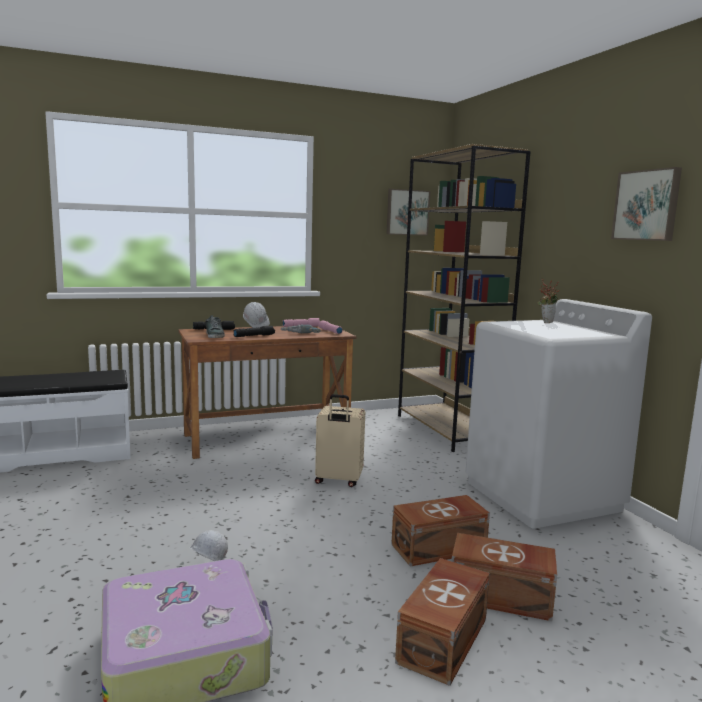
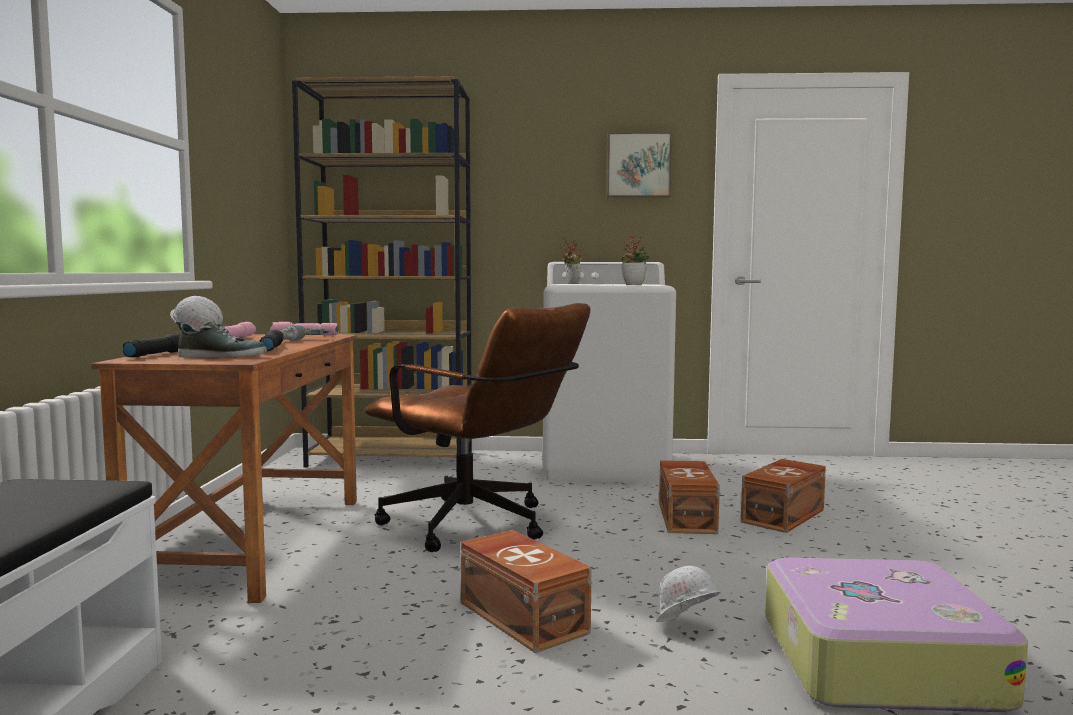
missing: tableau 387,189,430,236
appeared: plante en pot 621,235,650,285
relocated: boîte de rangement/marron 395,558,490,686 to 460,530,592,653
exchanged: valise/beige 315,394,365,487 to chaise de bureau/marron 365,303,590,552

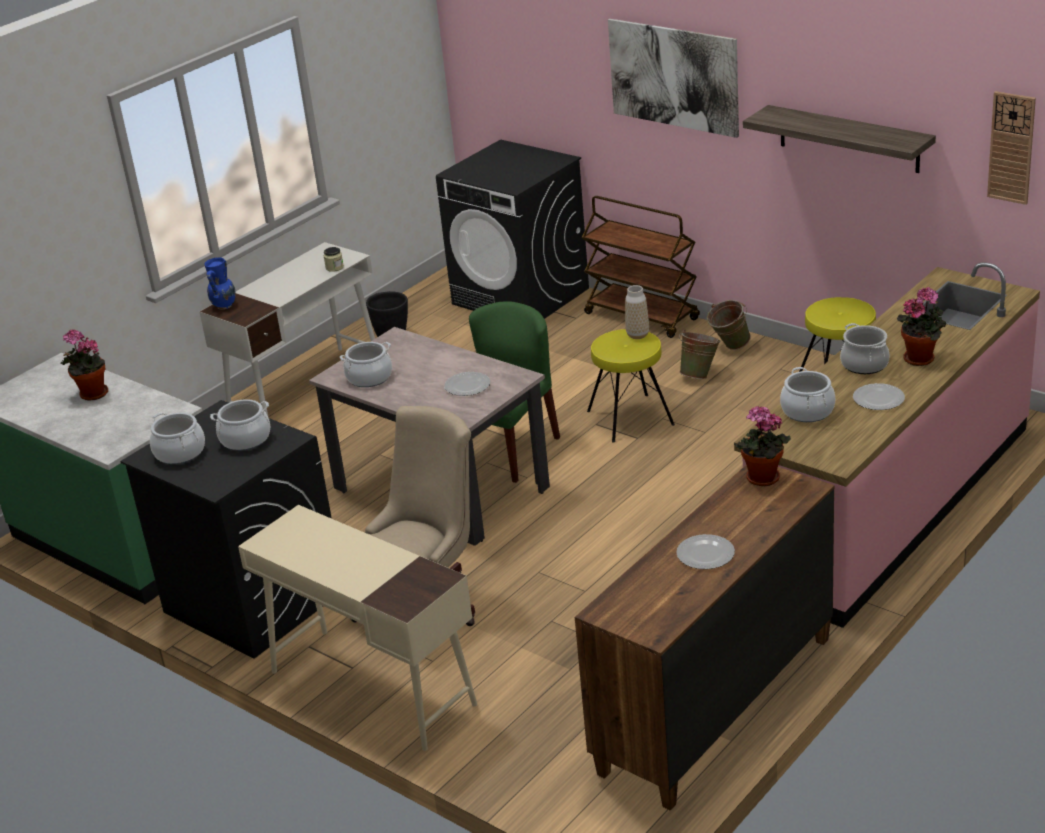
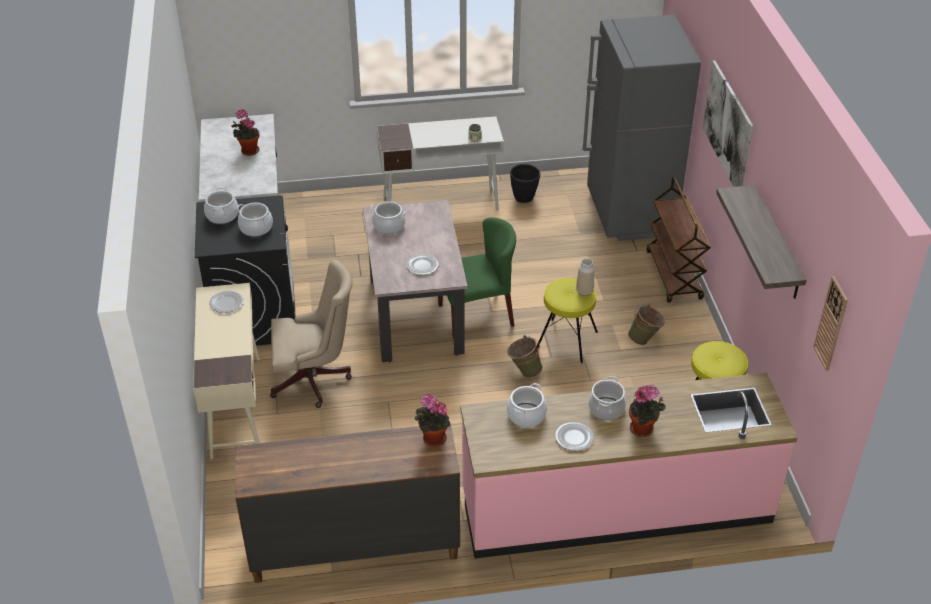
missing: vase/bleu 204,257,236,309
relocated: seau/vert 707,300,751,350 to 507,335,543,378; assiette 676,534,735,569 to 209,291,243,313
exchanged: lave-linge/noir 436,139,589,319 to réfrigérateur/gris 582,15,701,241

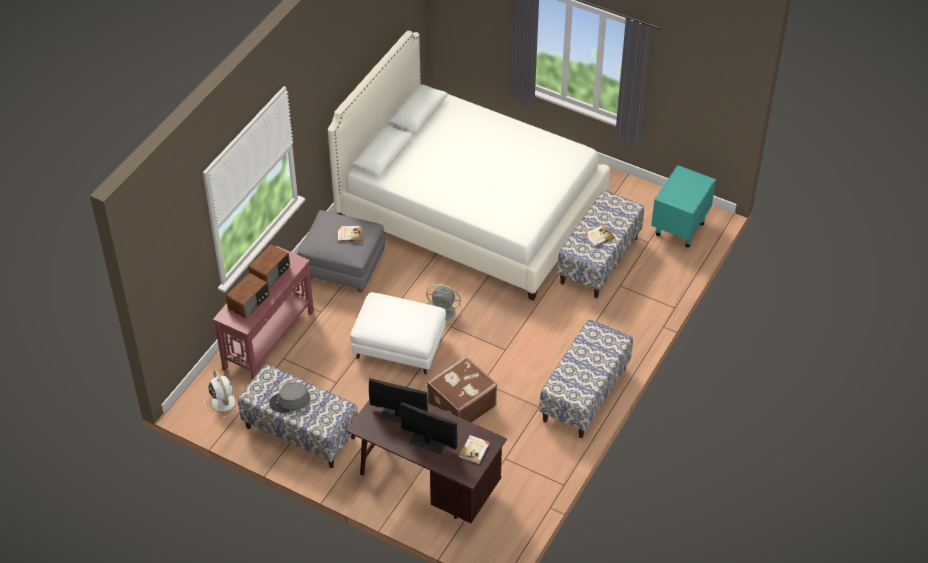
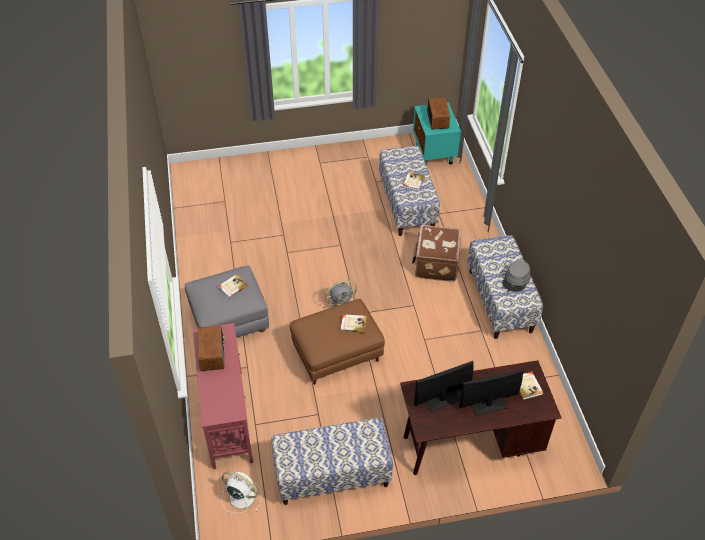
missing: lit/blanc 328,31,610,301
appeared: livre 341,314,366,333
relocated: radio 226,273,269,318 to 427,98,450,129; valise/marron 427,356,498,423 to 412,225,462,282; chapeau/gris 269,382,310,413 to 502,260,530,292
colour: pouf/blanc 350,292,446,374 to pouf/marron 290,299,385,385

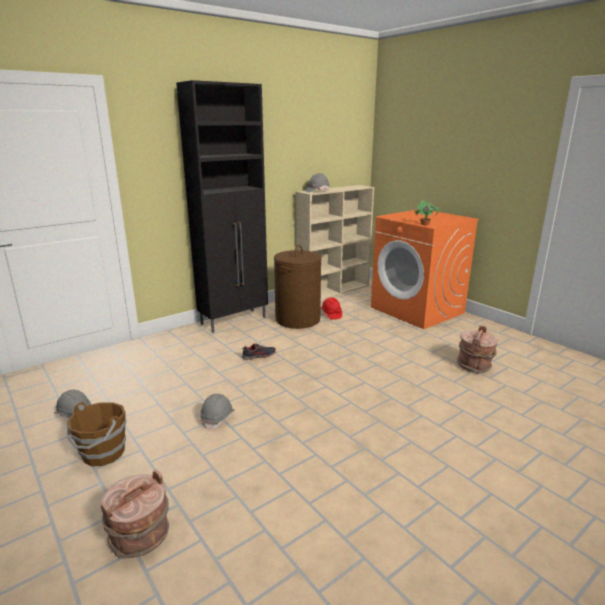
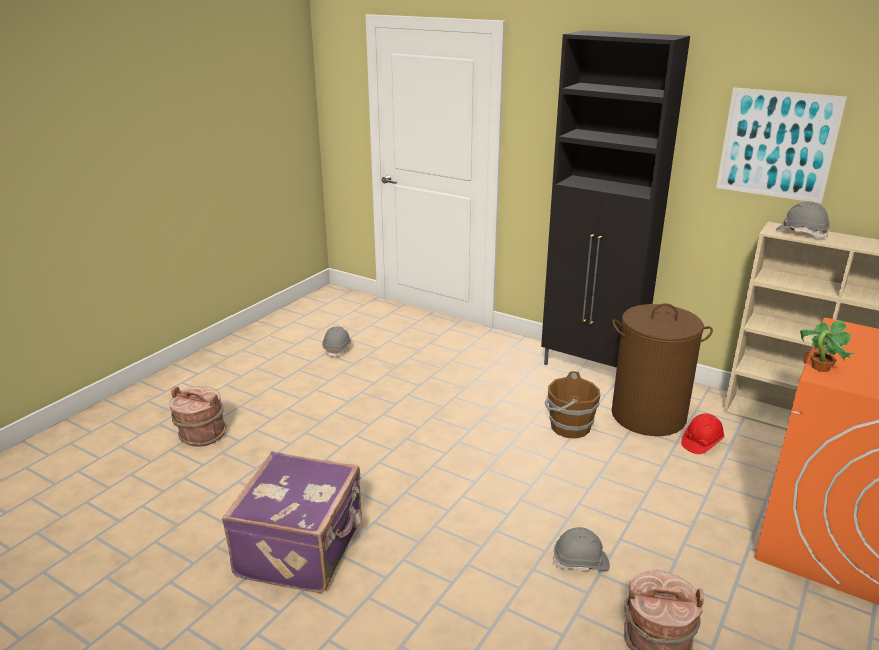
missing: chaussure 242,343,276,360
appeared: tableau 716,87,847,203; valise/violet 222,452,363,593
relocated: casque de chantier/gris 200,394,235,430 to 553,527,610,571; seau/marron 67,402,126,466 to 545,371,601,439

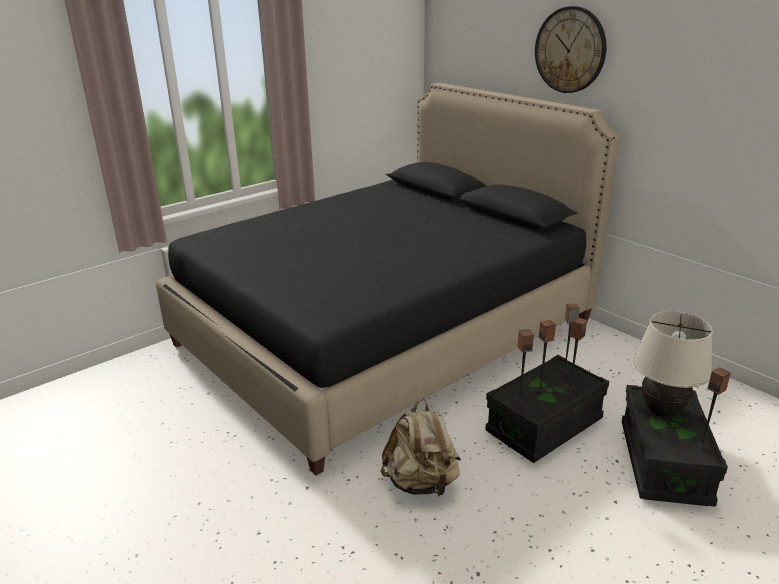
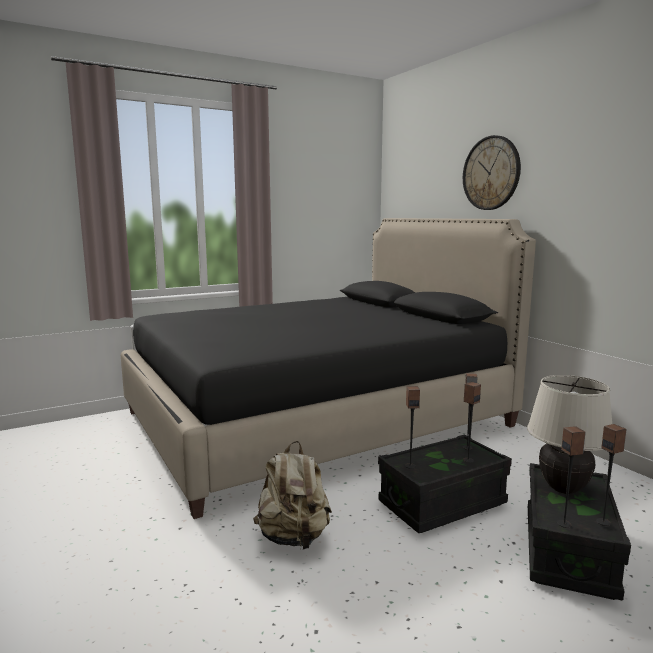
relocated: enceinte 535,320,556,393 to 557,426,586,528

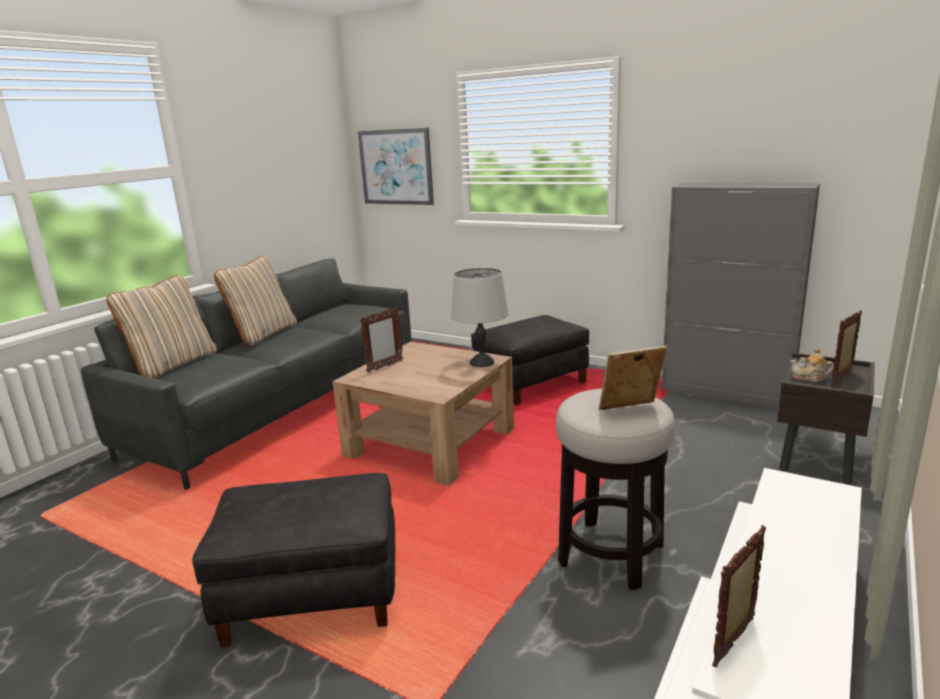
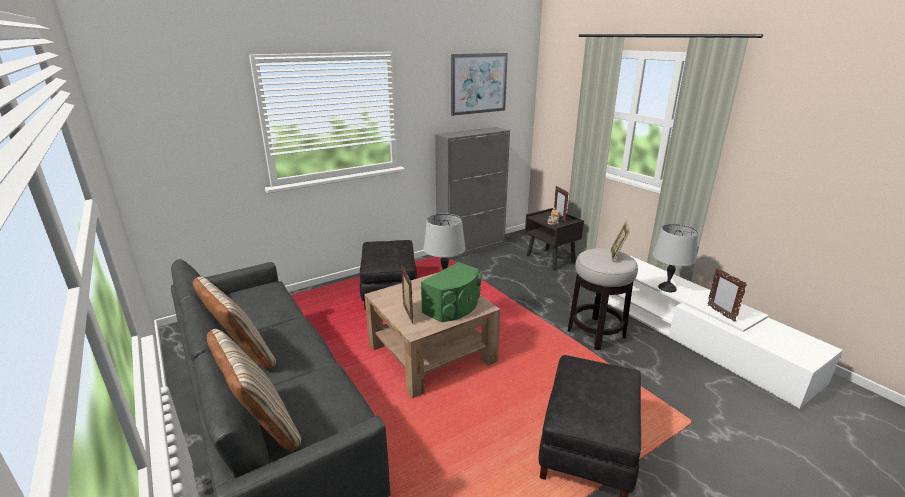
appeared: lampe de table/gris 653,224,698,292; enceinte/vert 421,262,481,322
relocated: tableau 358,128,434,205 to 451,53,508,116

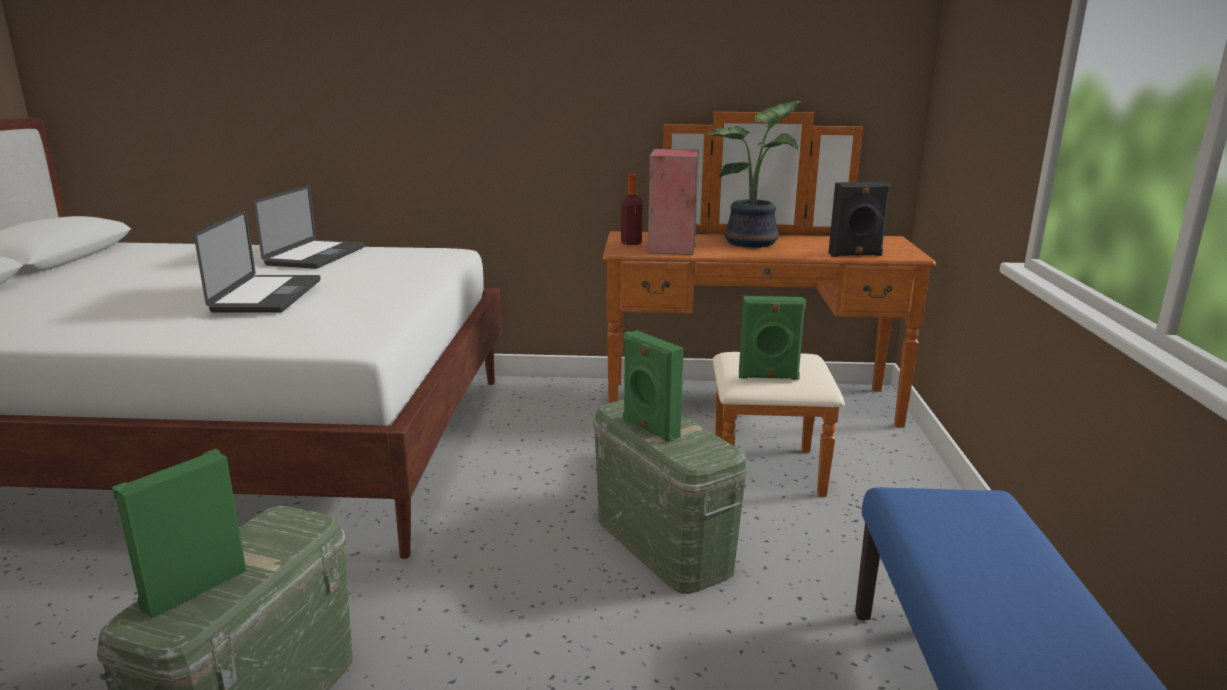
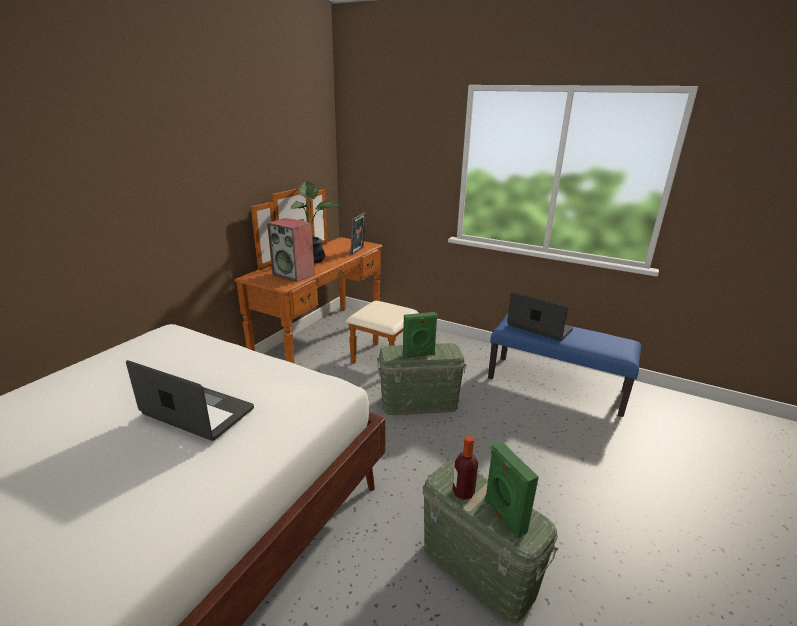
missing: enceinte/vert 739,296,806,380
relocated: bouteille 621,174,643,245 to 452,436,478,500; ordinateur portable 254,185,365,269 to 507,292,573,341
exchanged: enceinte/noir 829,182,891,257 to cadre photo 350,213,366,255

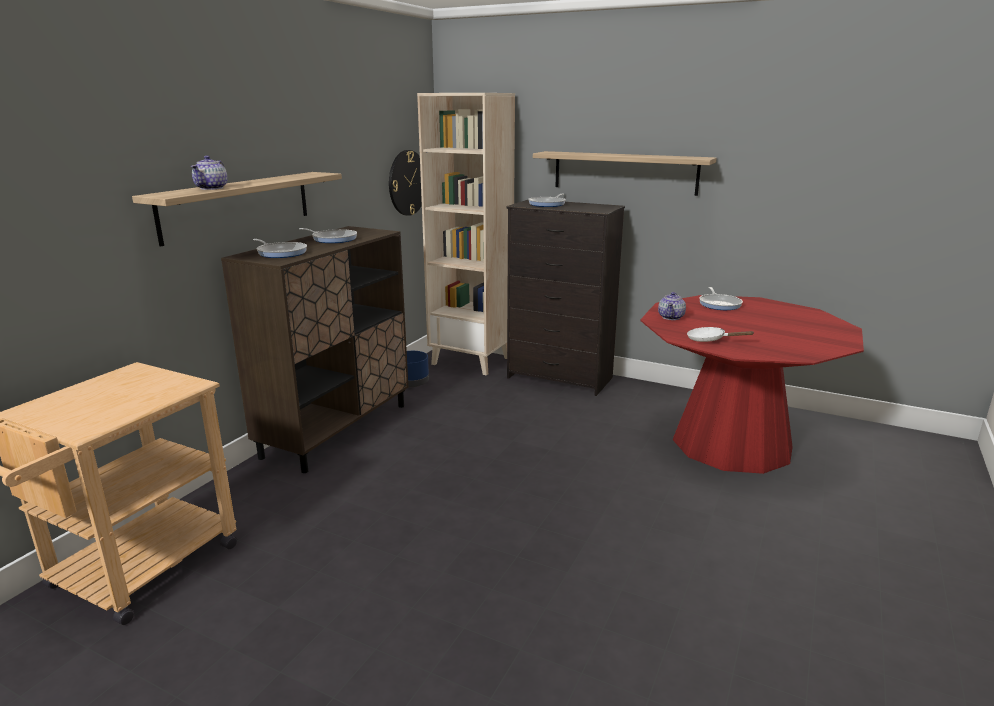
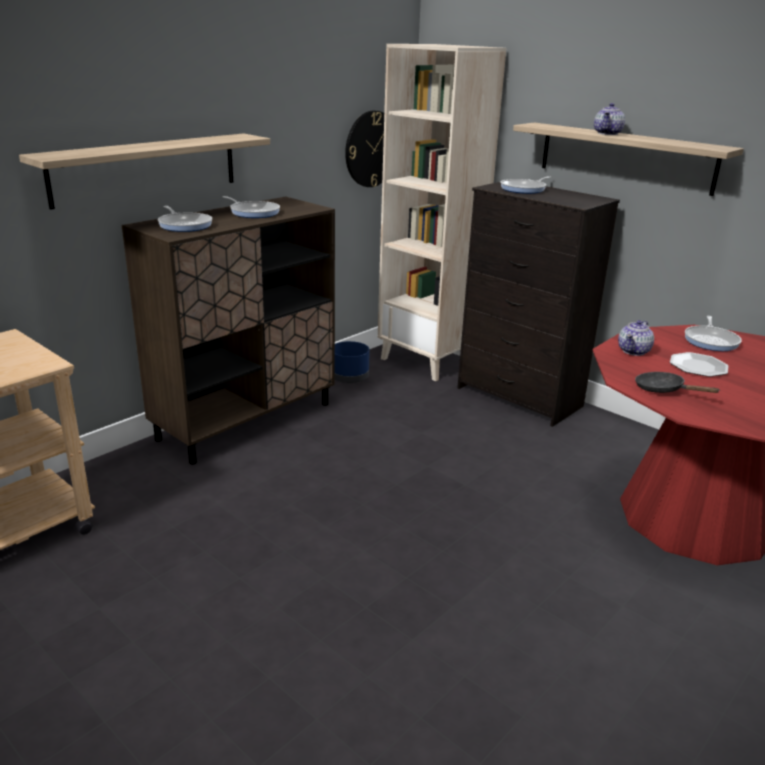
appeared: assiette 670,352,728,377
relocated: théière 191,156,227,190 to 594,103,625,135
colour: poêle/blanc 687,327,755,342 to poêle/noir 635,372,719,393

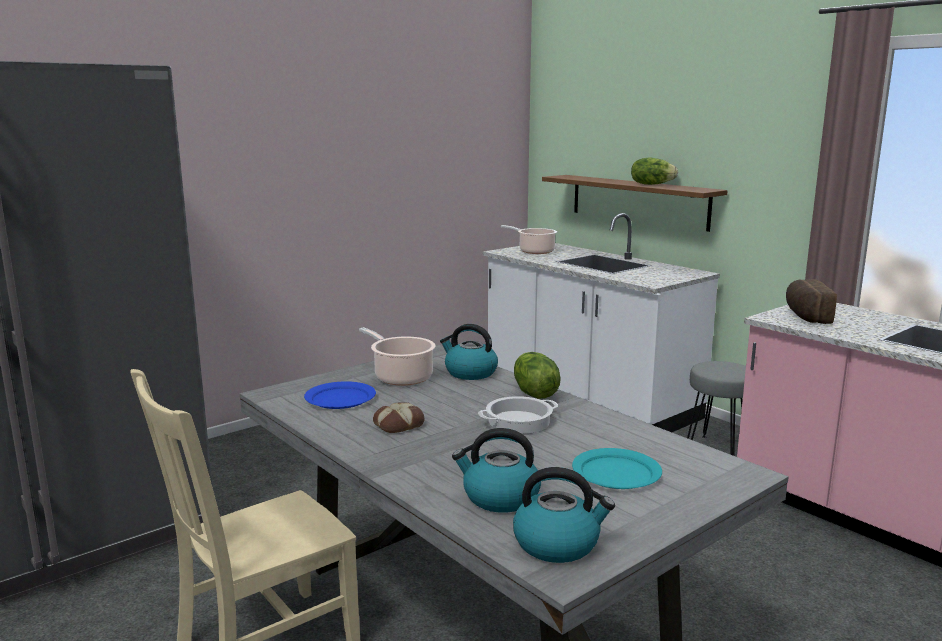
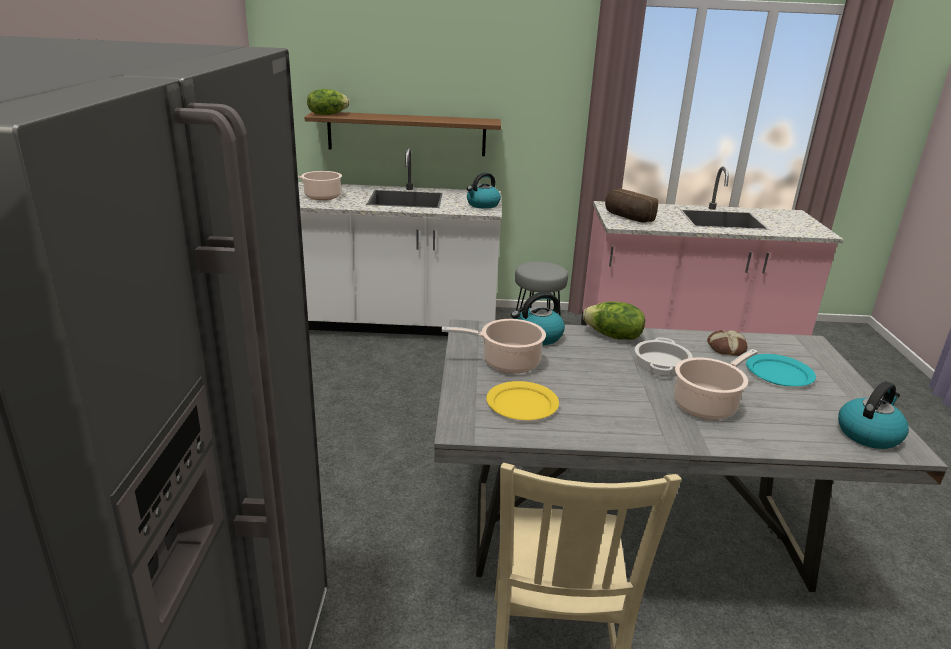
appeared: marmite 674,349,758,420
relocated: laitue 631,158,678,185 to 307,89,350,115; pain 373,402,424,433 to 707,330,747,356; bouilloire 452,428,541,513 to 467,172,501,209
colour: assiette/bleu 304,381,376,409 to assiette/jaune 486,381,559,420

